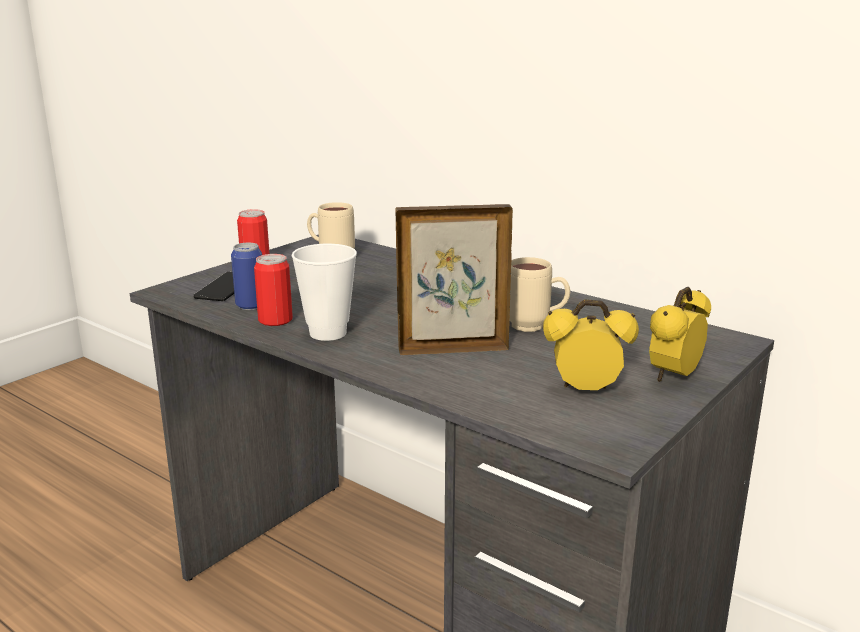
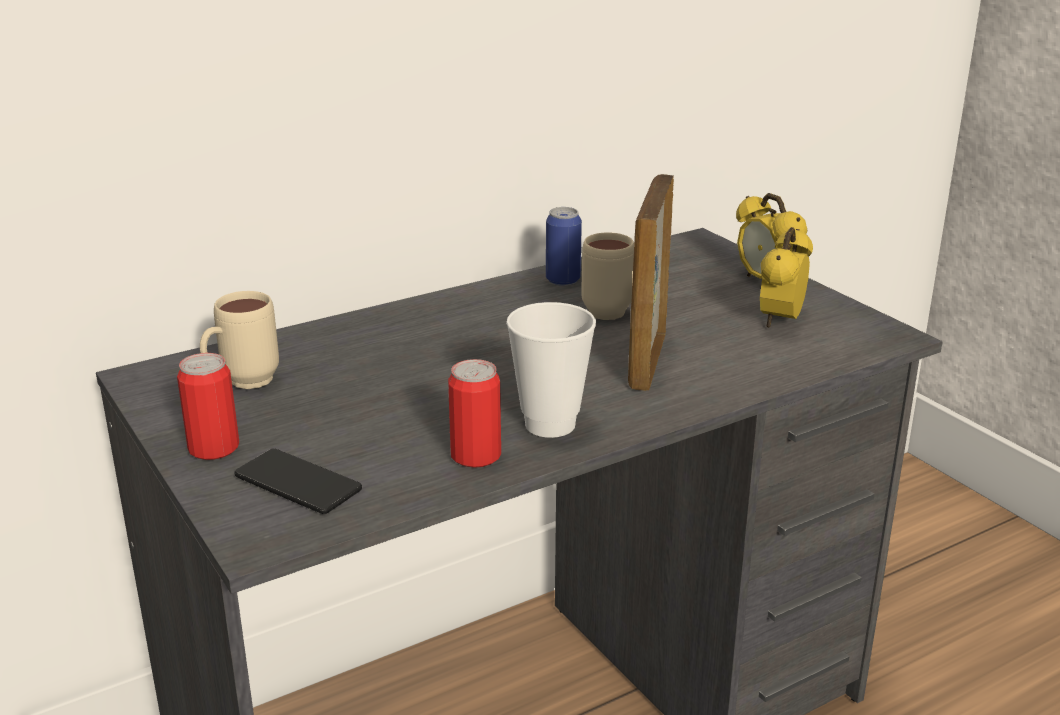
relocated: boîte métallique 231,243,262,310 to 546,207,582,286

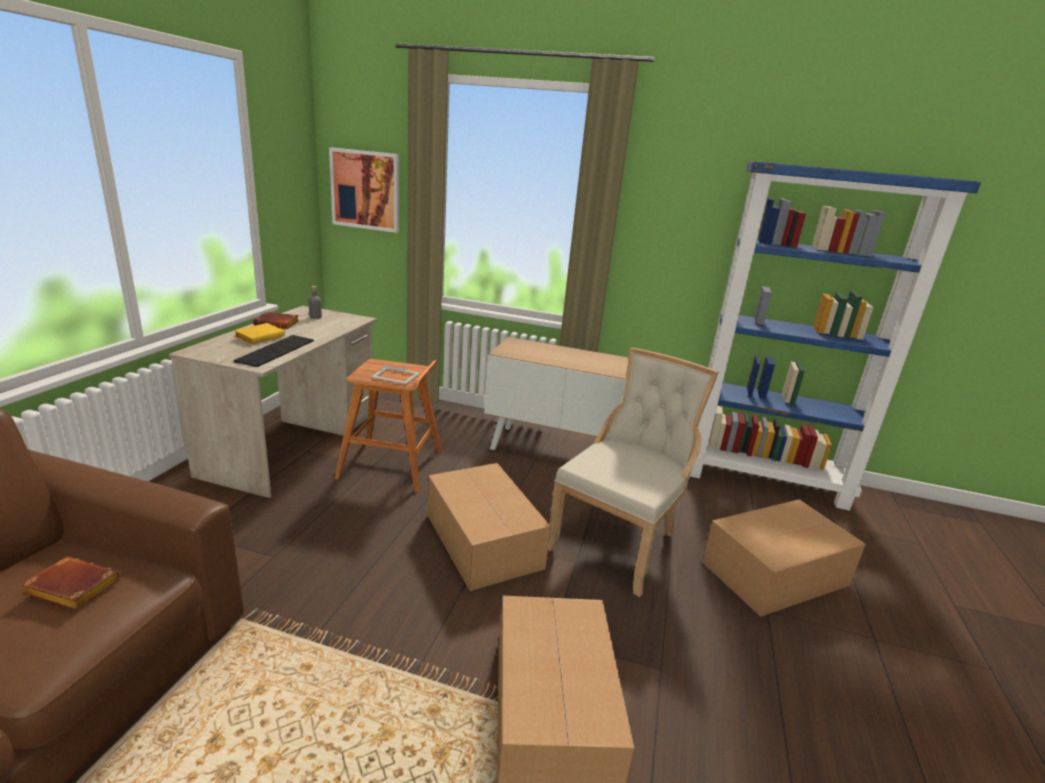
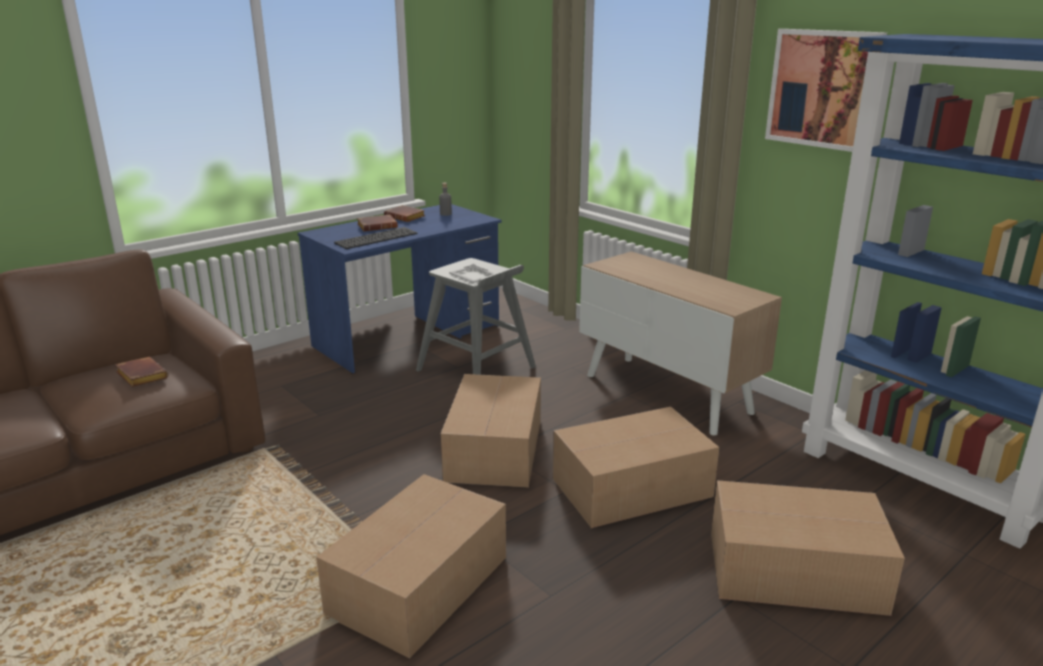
relocated: tableau 329,147,399,233 to 765,29,887,152
exchanged: chaise/beige 548,348,719,597 to carton 553,407,719,528
colour: bureau/beige 168,305,377,498 to bureau/bleu 298,204,502,374; livre/jaune 234,323,285,344 to livre/marron 357,215,398,231; tabouret/marron 334,359,442,492 to tabouret/gris 416,258,536,375

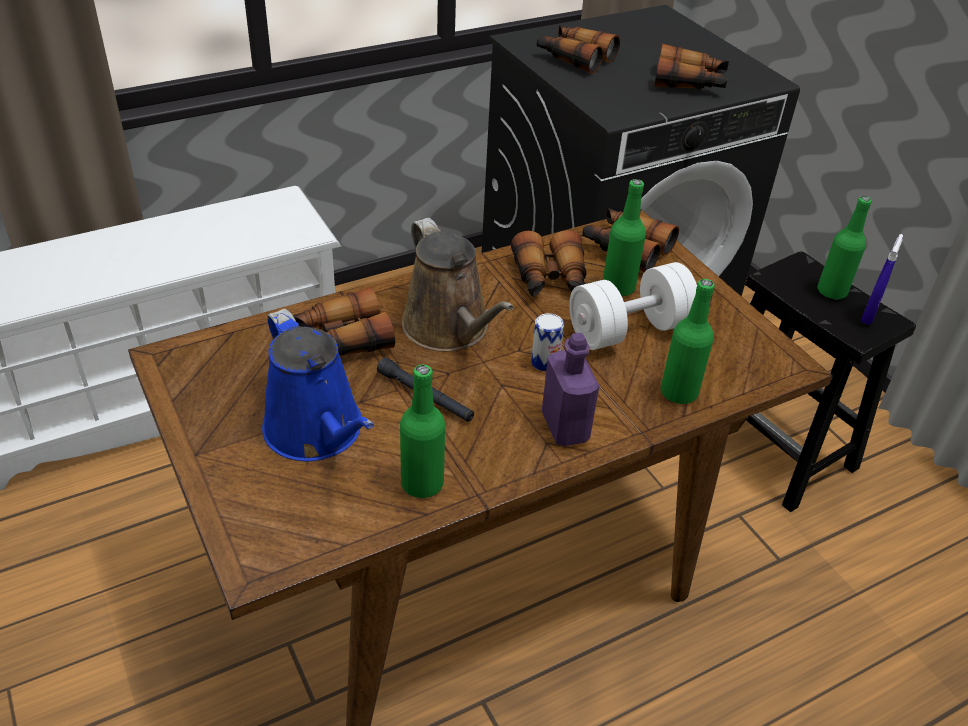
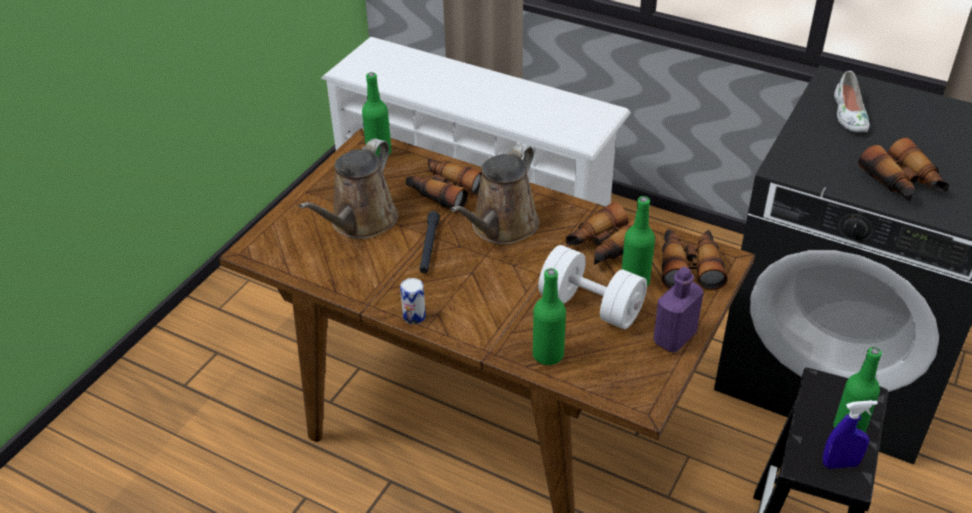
relocated: boîte métallique 531,313,564,372 to 400,278,426,324; bouteille/violet 542,332,599,446 to 653,267,704,352; bouteille/vert 400,365,445,498 to 362,72,392,157
exchanged: jumelles 537,25,620,74 to chaussure/blanc 834,71,869,132
colour: arrosoir/bleu 262,309,374,461 to arrosoir/marron 299,139,398,239

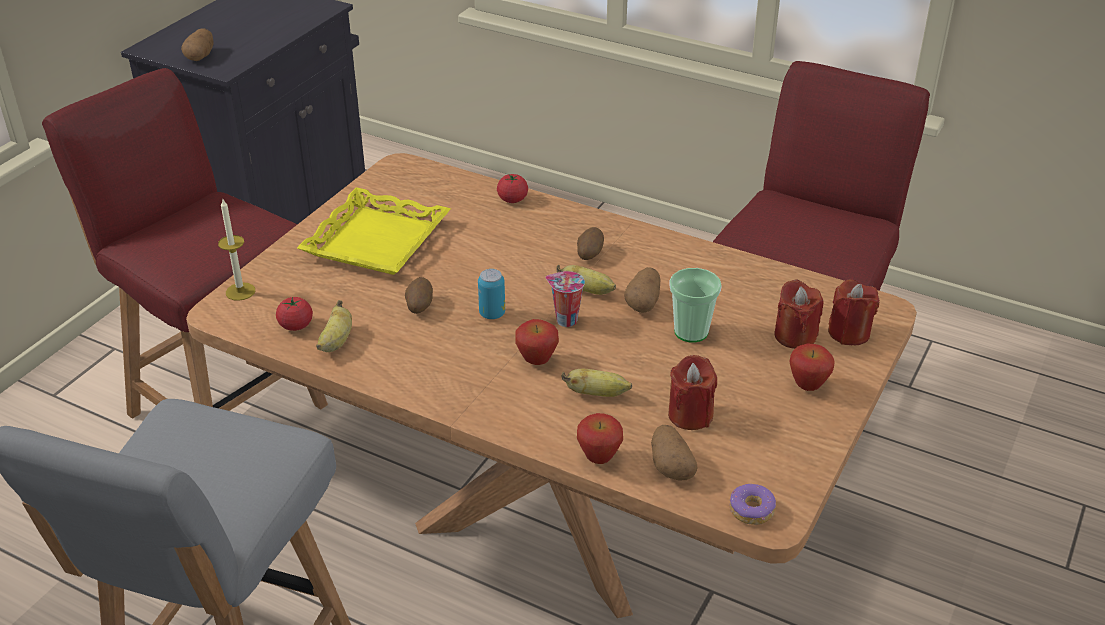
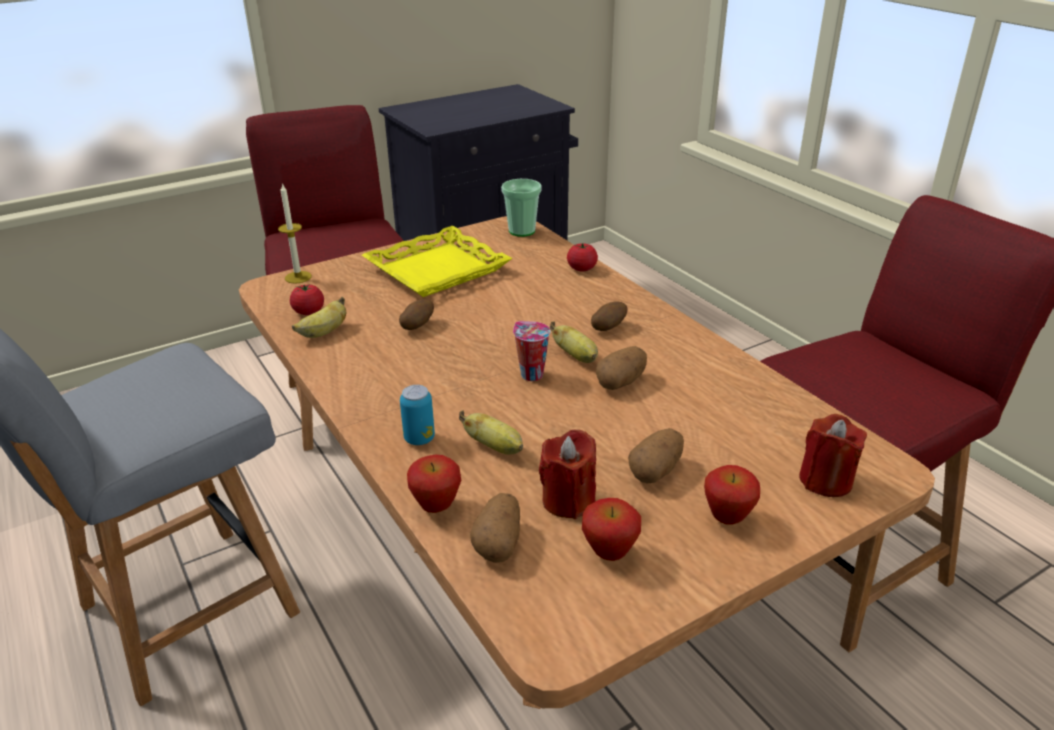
missing: bougie/rouge 774,279,823,349; beignet 730,484,776,525
relocated: pomme de terre 181,28,213,61 to 628,428,684,484; tasse 669,268,722,343 to 501,179,542,237; boîte métallique 478,269,505,319 to 400,385,435,445; pomme 515,319,559,365 to 582,498,641,561

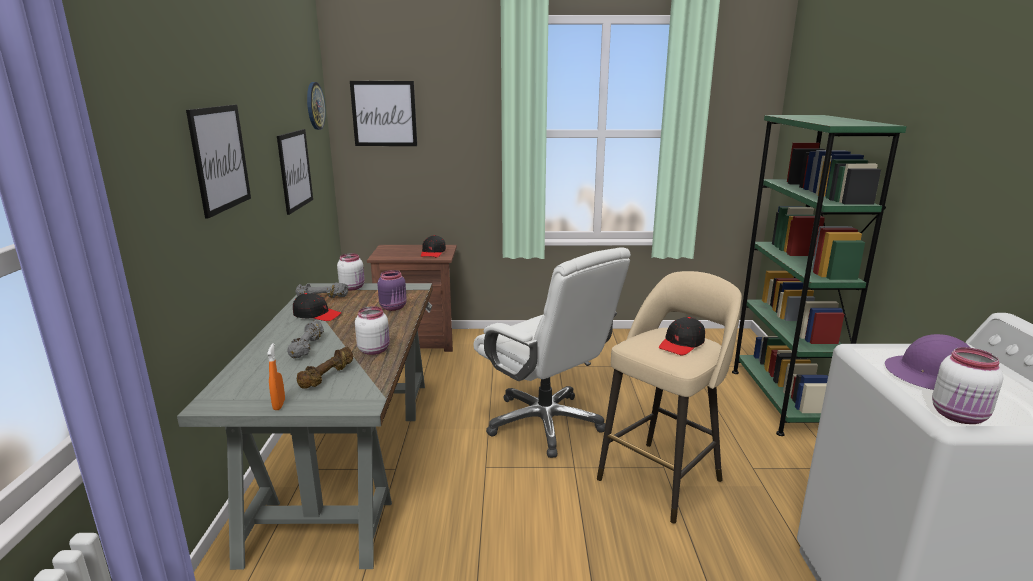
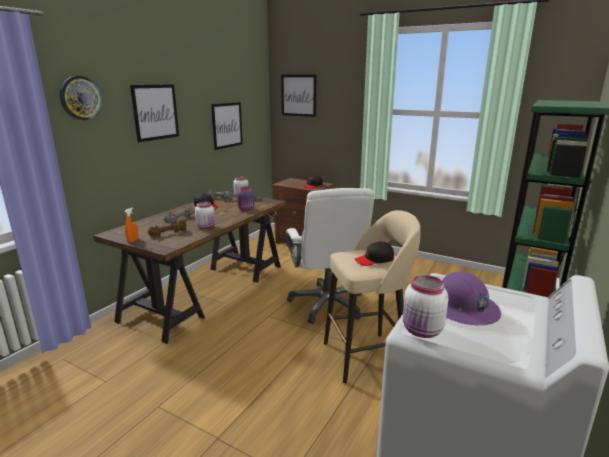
relocated: horloge murale 307,82,326,130 to 60,76,102,120
colour: bureau/gris 177,283,432,570 to bureau/marron 93,191,286,344

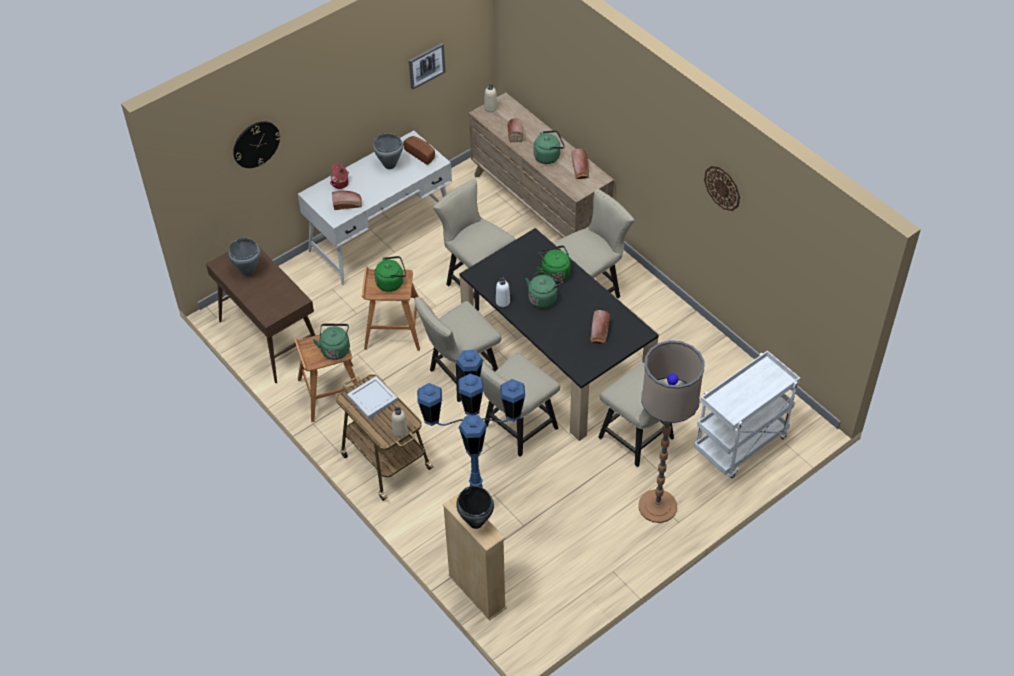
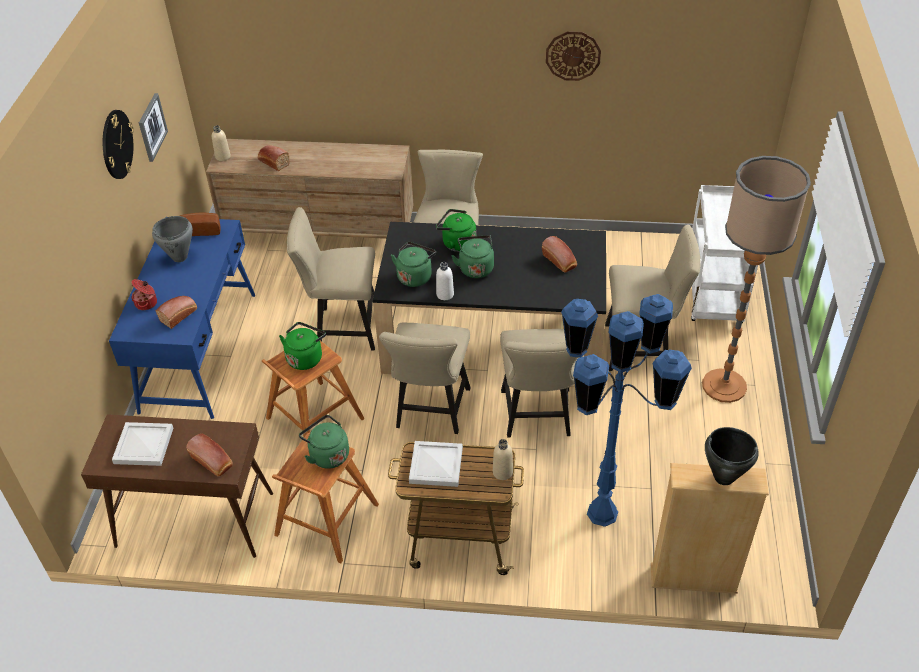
relocated: horloge murale 233,122,281,168 to 103,110,134,179; bouilloire/vert 533,130,565,164 to 391,242,436,287; pain 571,149,589,179 to 186,434,233,477
exchanged: marmite/gris 228,238,260,276 to plateau/blanc 112,422,173,466
colour: bureau/blanc 298,130,452,285 to bureau/bleu 109,219,255,419

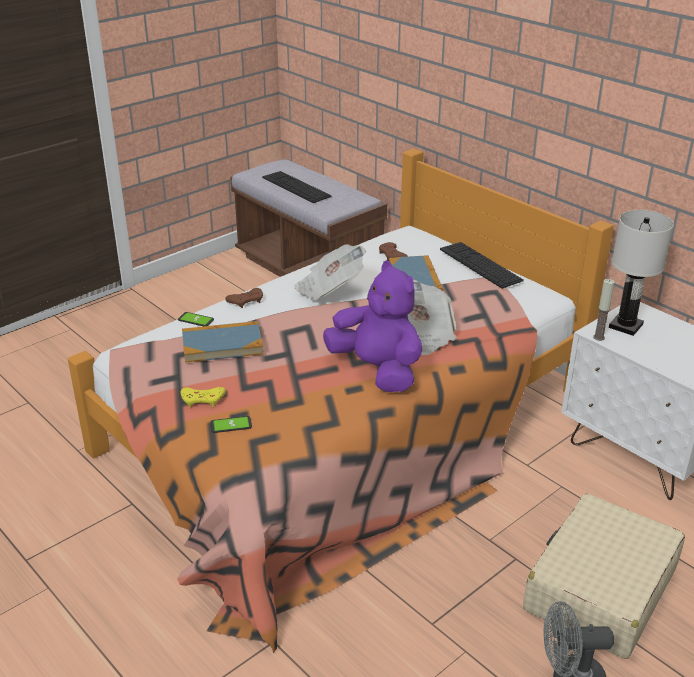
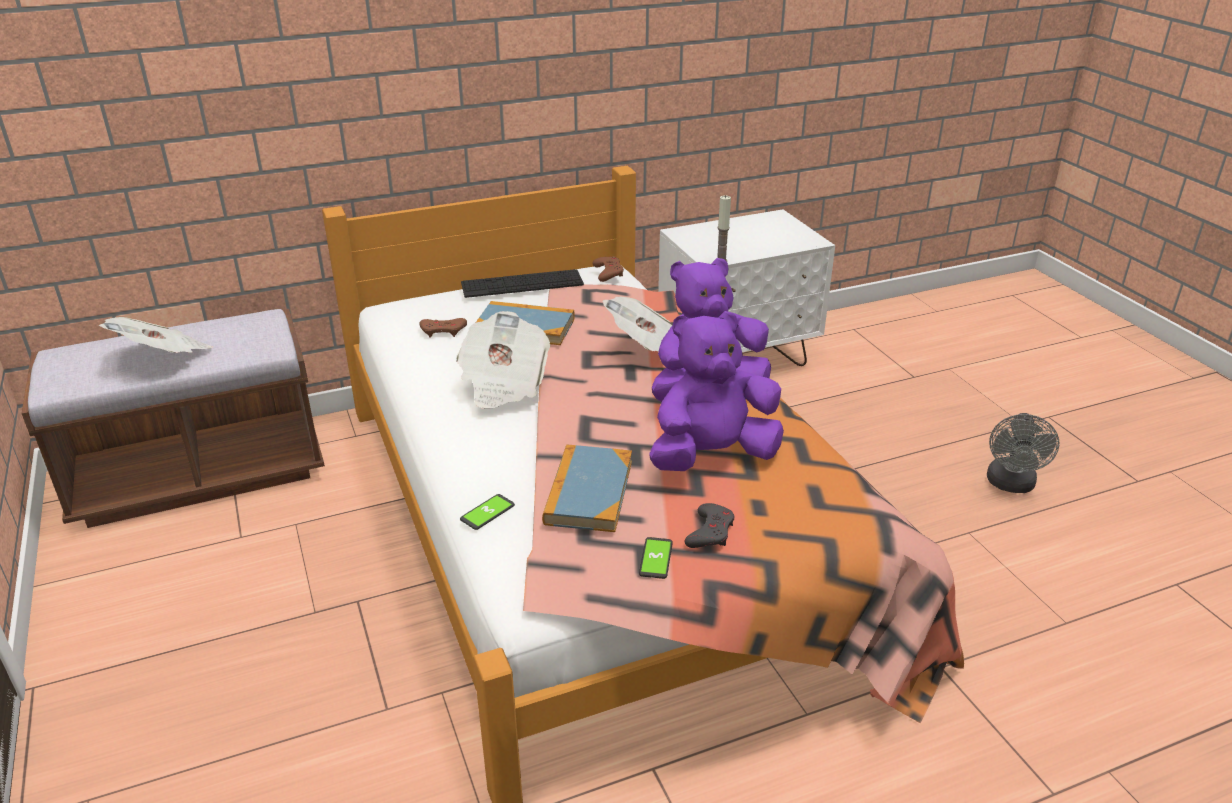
missing: lampe de table/blanc 609,210,674,336; valise/beige 523,494,685,659
appeared: peluche/violet 649,311,784,471
relocated: manette/marron 225,288,263,308 to 592,256,624,282; téléphone 210,416,252,433 to 639,537,673,579
exchanged: clavier 262,171,332,203 to journal 99,317,213,353
colour: manette/jaune 181,387,226,408 to manette/gris 685,503,734,548

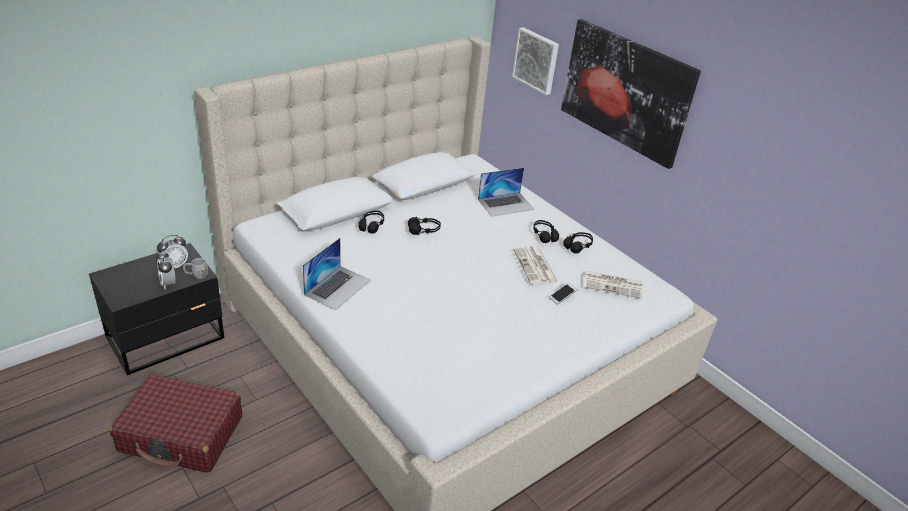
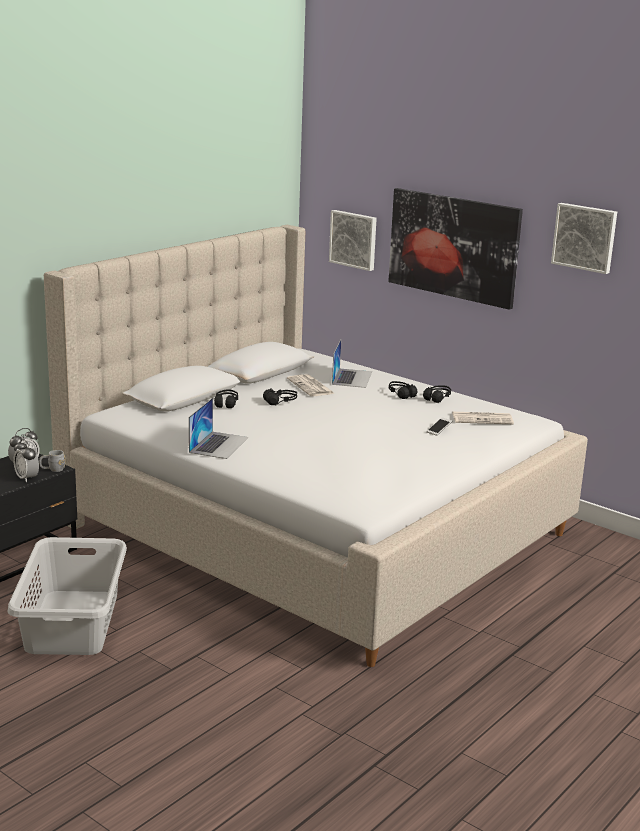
appeared: tableau 551,203,617,274
relocated: journal 513,246,558,284 to 287,374,335,396
exchanged: valise/rouge 110,374,242,473 to panier à linge/gris 8,537,127,655
spun: ordinateur portable 478,168,534,217 = 332,340,372,388 45 degrees counterclockwise

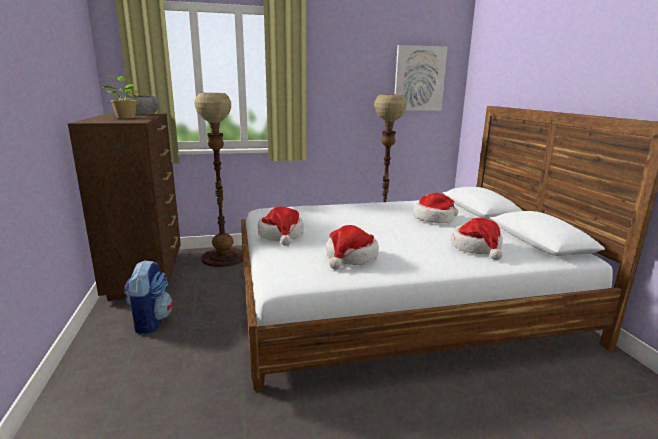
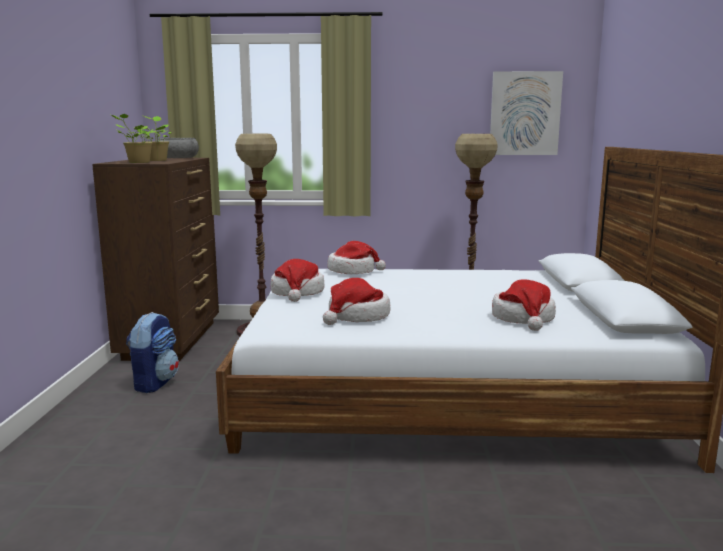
appeared: plante en pot 111,114,156,163
relocated: chapeau 413,193,459,223 to 327,241,386,274

